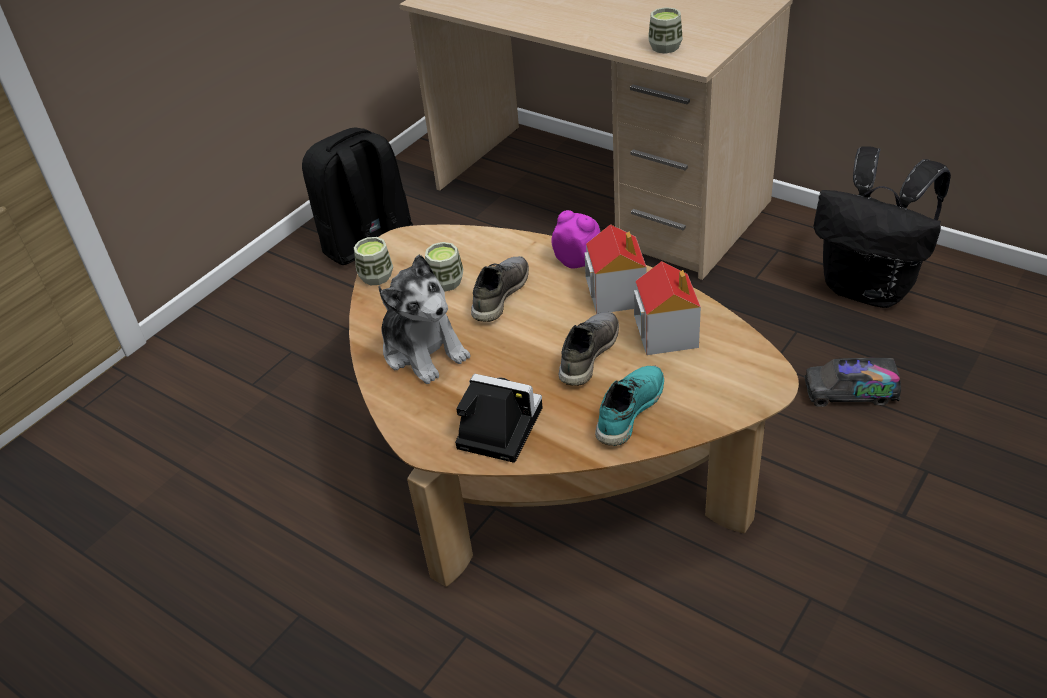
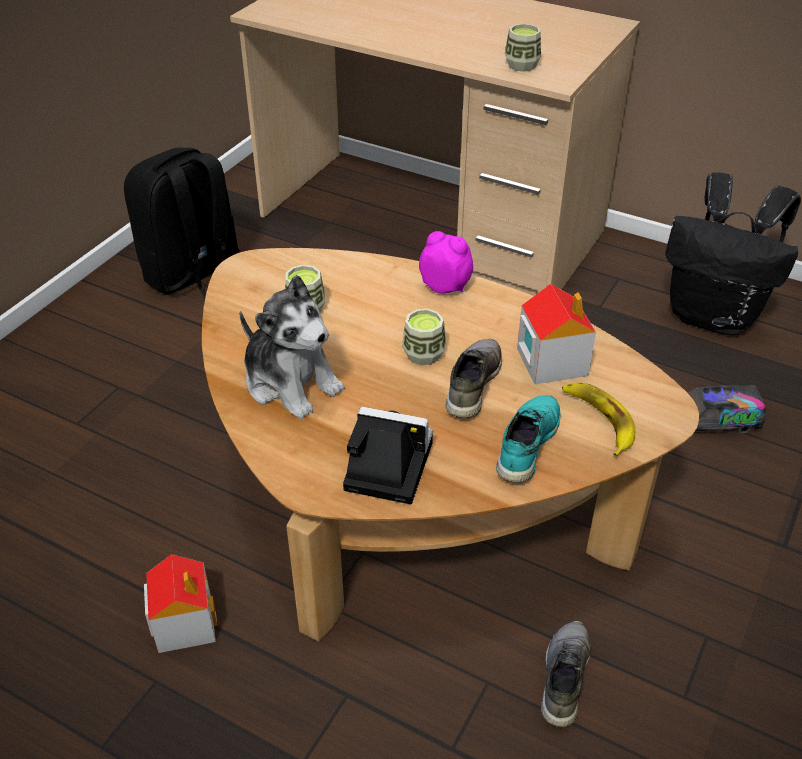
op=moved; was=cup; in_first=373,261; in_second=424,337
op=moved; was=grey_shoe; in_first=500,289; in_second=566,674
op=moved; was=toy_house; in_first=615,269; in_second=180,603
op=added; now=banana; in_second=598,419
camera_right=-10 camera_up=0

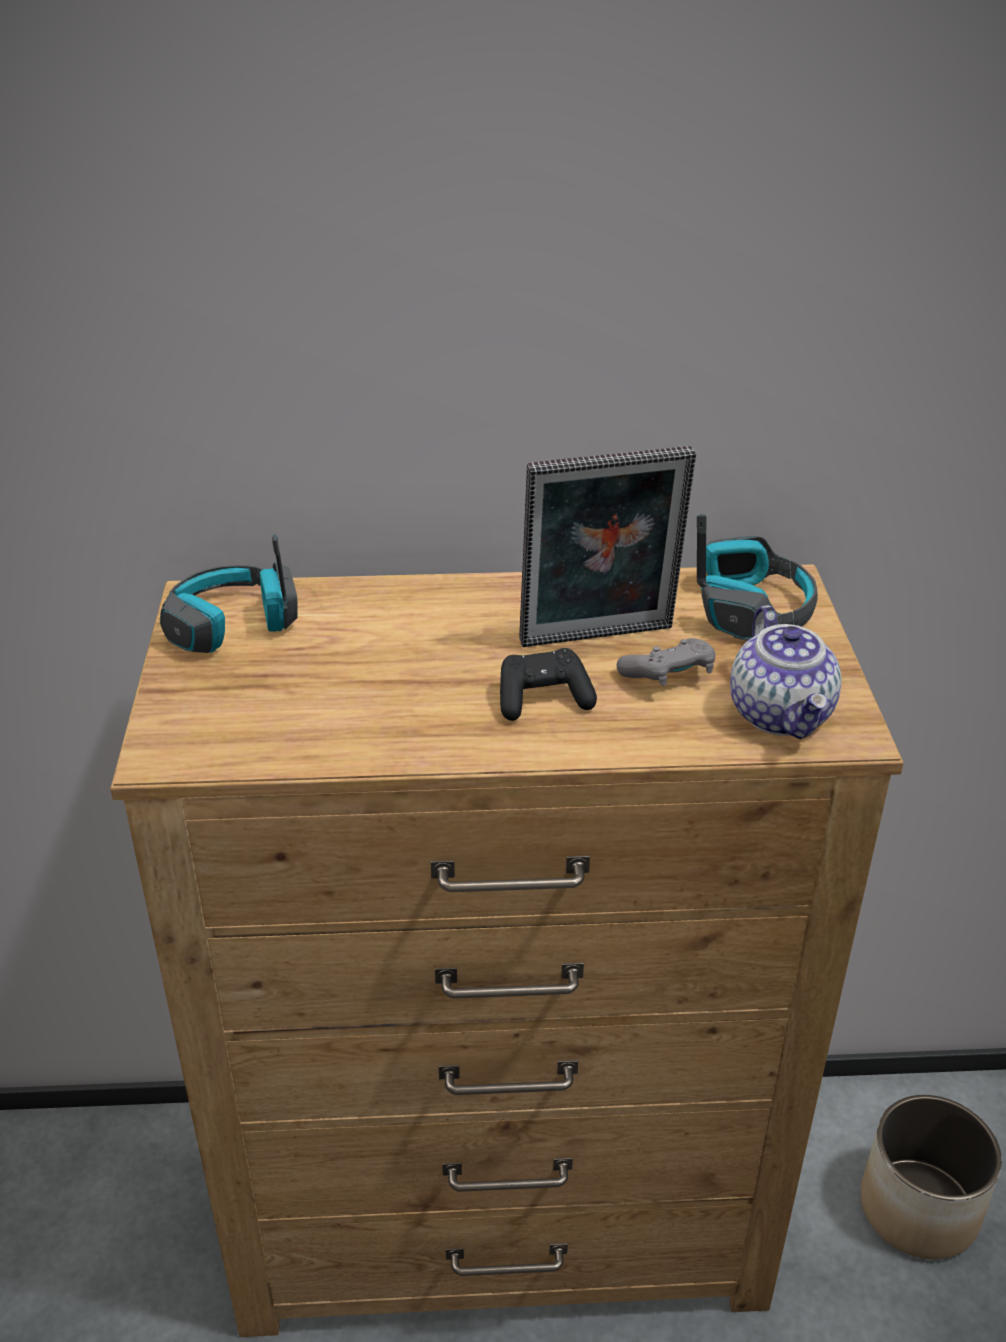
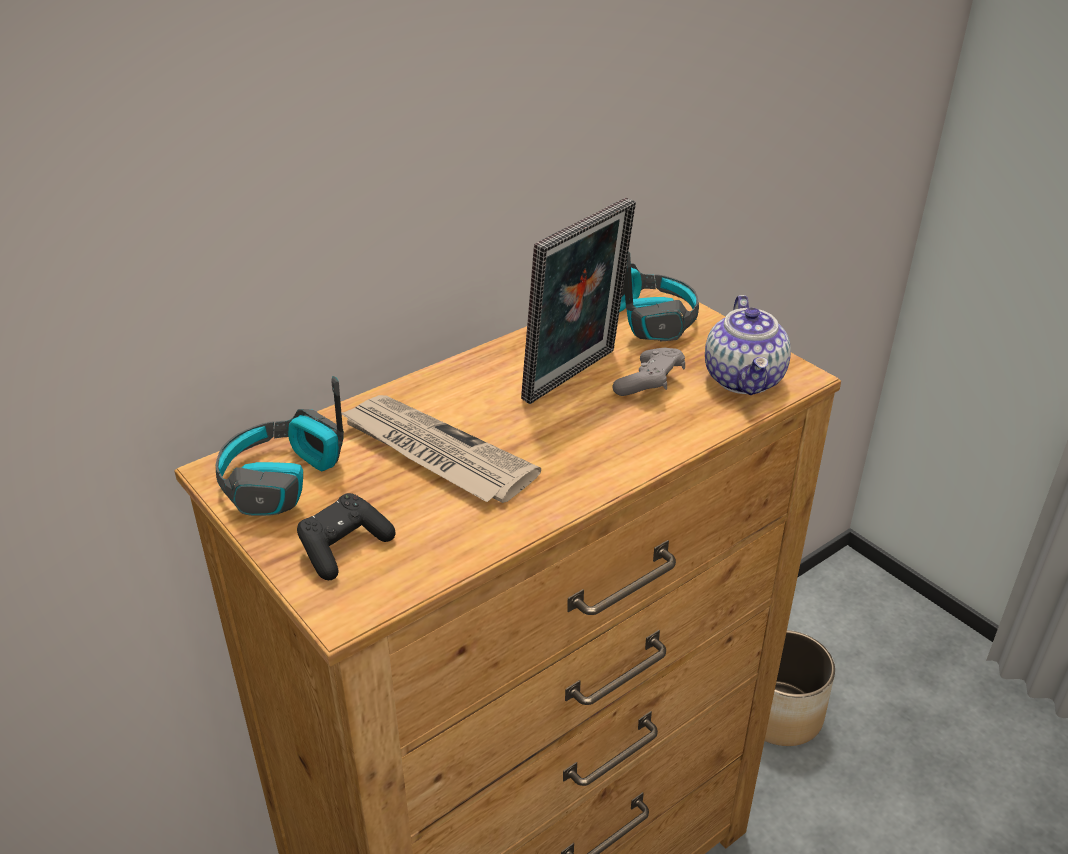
op=moved; was=black_game_controller; in_first=548,684; in_second=346,536
op=turned; was=teapot; in_first=786,672; in_second=748,345; clockwise=45
op=added; now=newspaper; in_second=441,449
camera_right=-35 camera_up=0

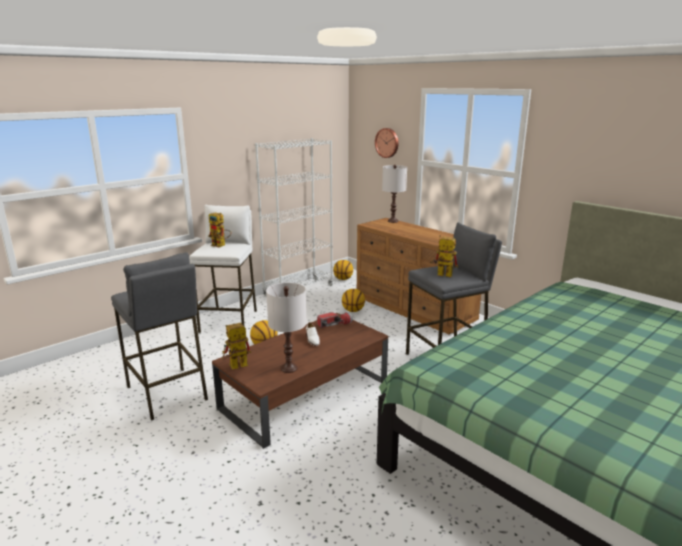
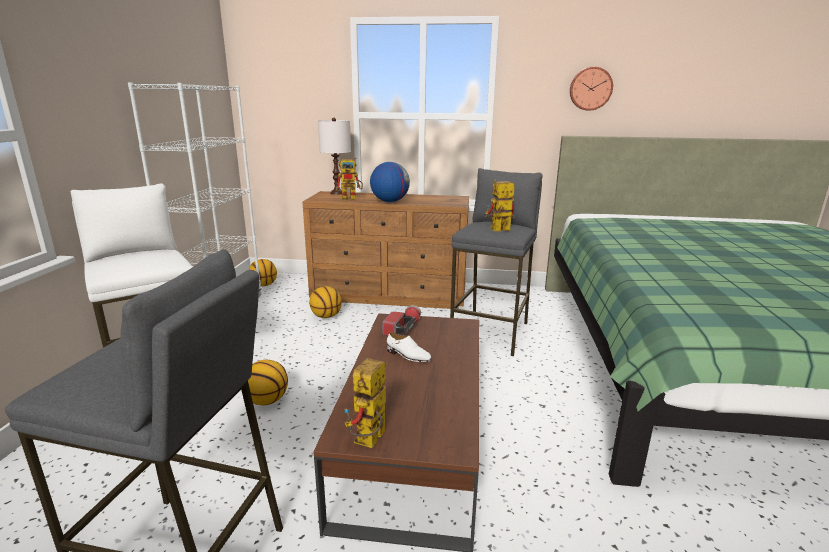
op=moved; was=toy_robot; in_first=220,230; in_second=349,179
op=removed; was=white_table_lamp; in_first=286,328
op=moved; was=wall_clock; in_first=387,143; in_second=591,89
op=added; now=globe; in_second=390,182
camera_right=-40 camera_up=0

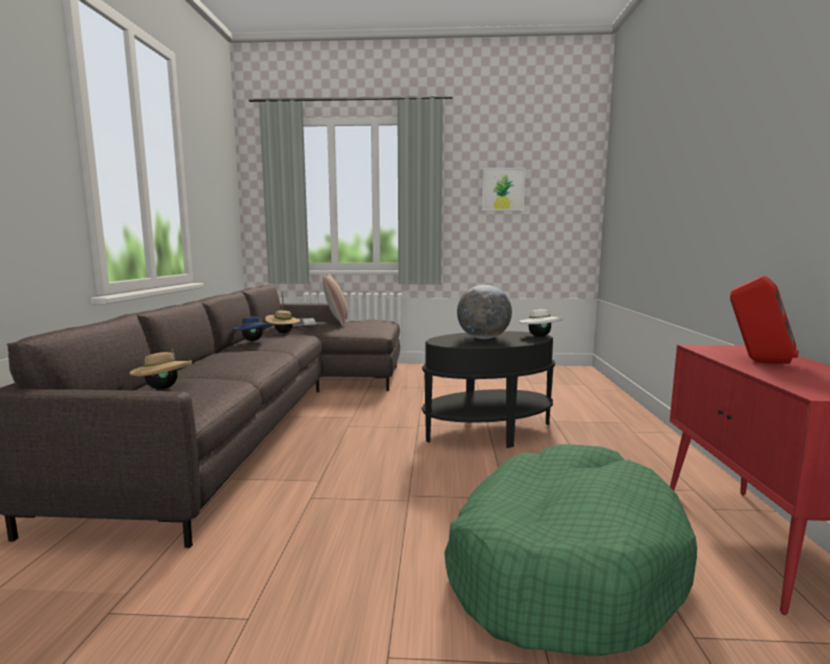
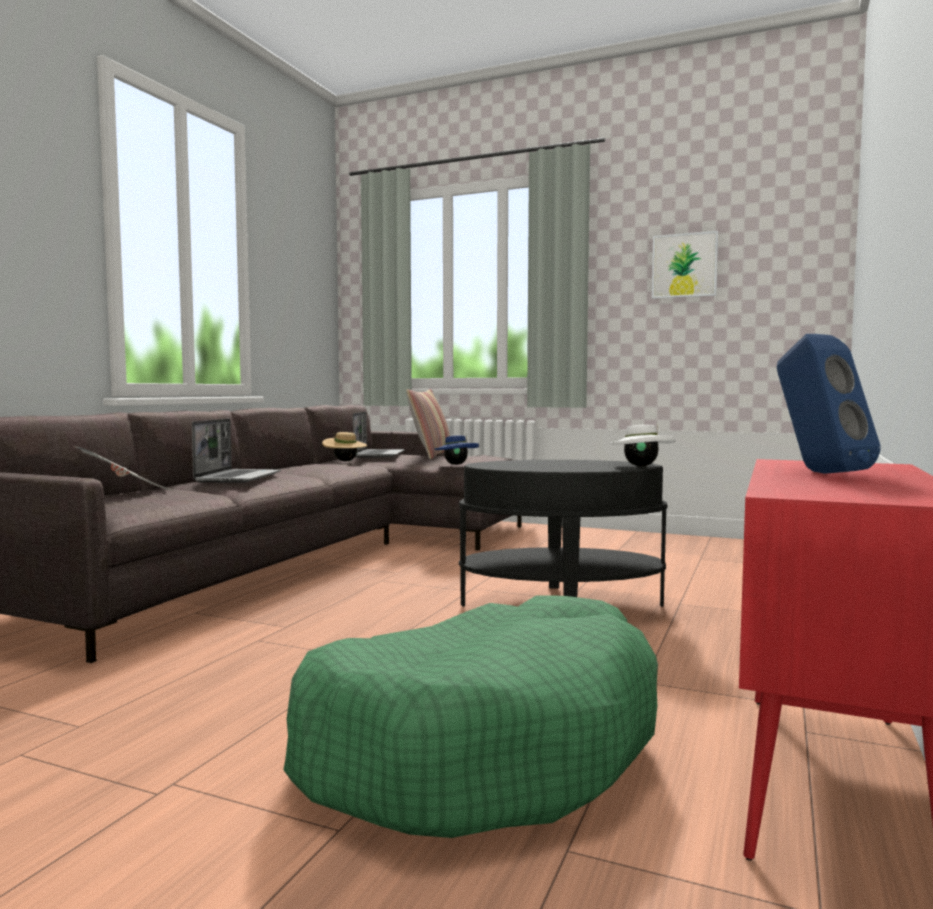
op=replaced; was=beige_hat; now=newspaper; in_first=160,369; in_second=124,468
op=moved; was=blue_hat; in_first=252,329; in_second=456,449
op=removed; was=globe; in_first=484,312
op=recoloured; was=red_speaker; now=blue_speaker; in_first=764,320; in_second=829,404
op=added; now=laptop; in_second=236,450
camera_right=20 camera_up=-5

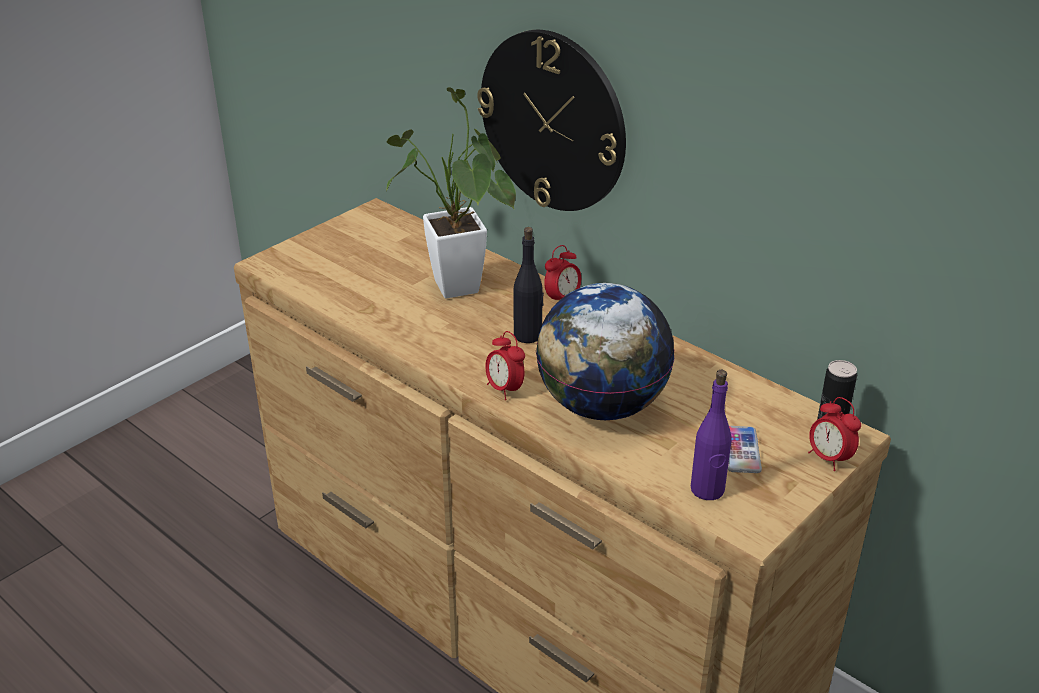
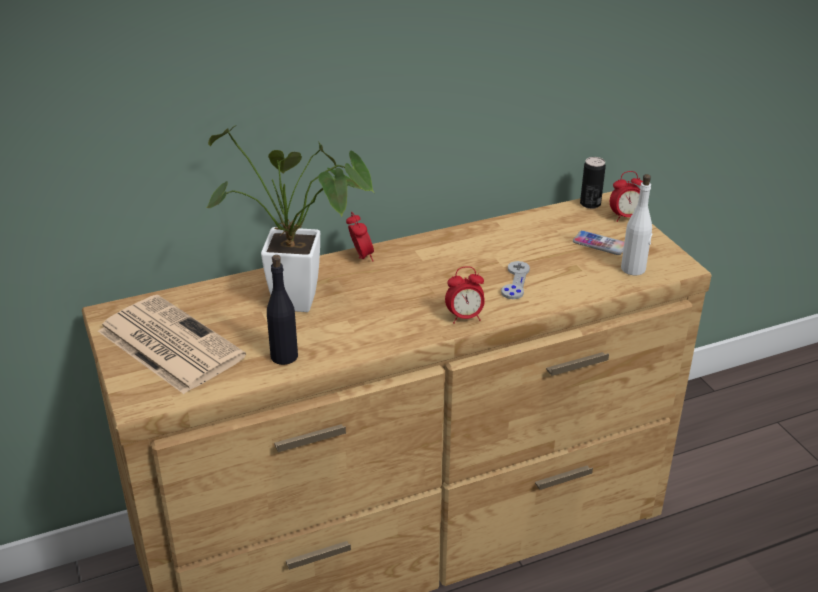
op=removed; was=wall_clock; in_first=551,120
op=moved; was=black_bottle; in_first=529,285; in_second=282,310
op=replaced; was=globe; now=grey_game_controller; in_first=605,351; in_second=515,280
op=recoloured; was=purple_bottle; now=white_bottle; in_first=711,435; in_second=636,225
op=added; now=newspaper; in_second=172,344
camera_right=-65 camera_up=0

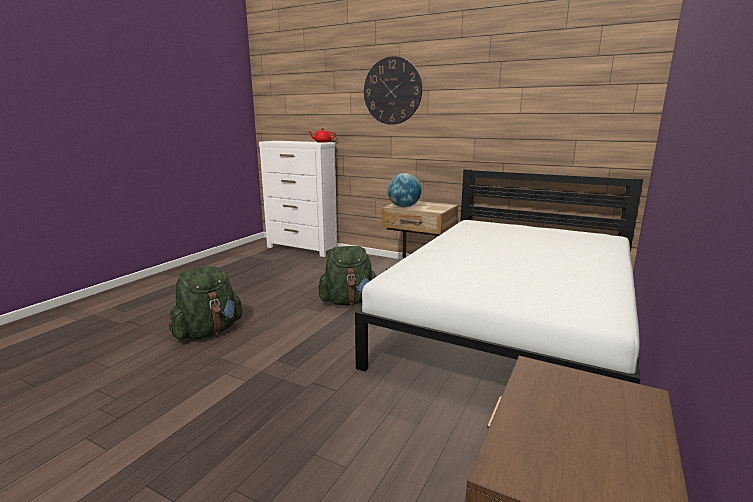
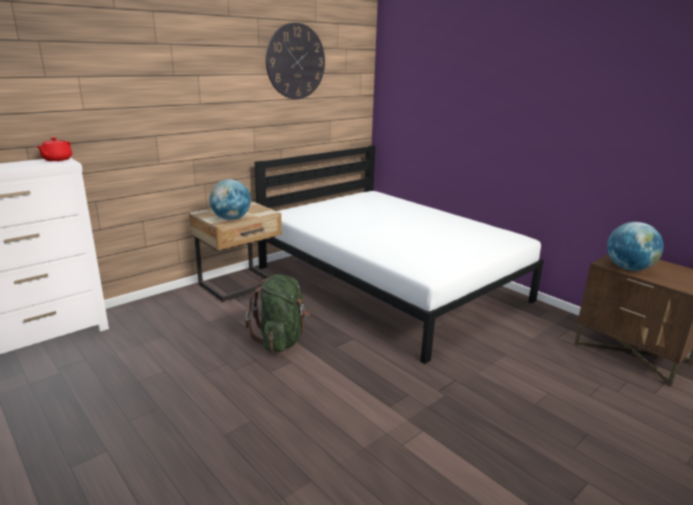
op=removed; was=green_backpack; in_first=206,302
op=moved; was=wall_clock; in_first=393,90; in_second=295,61
op=added; now=globe; in_second=635,246
camera_right=-70 camera_up=5

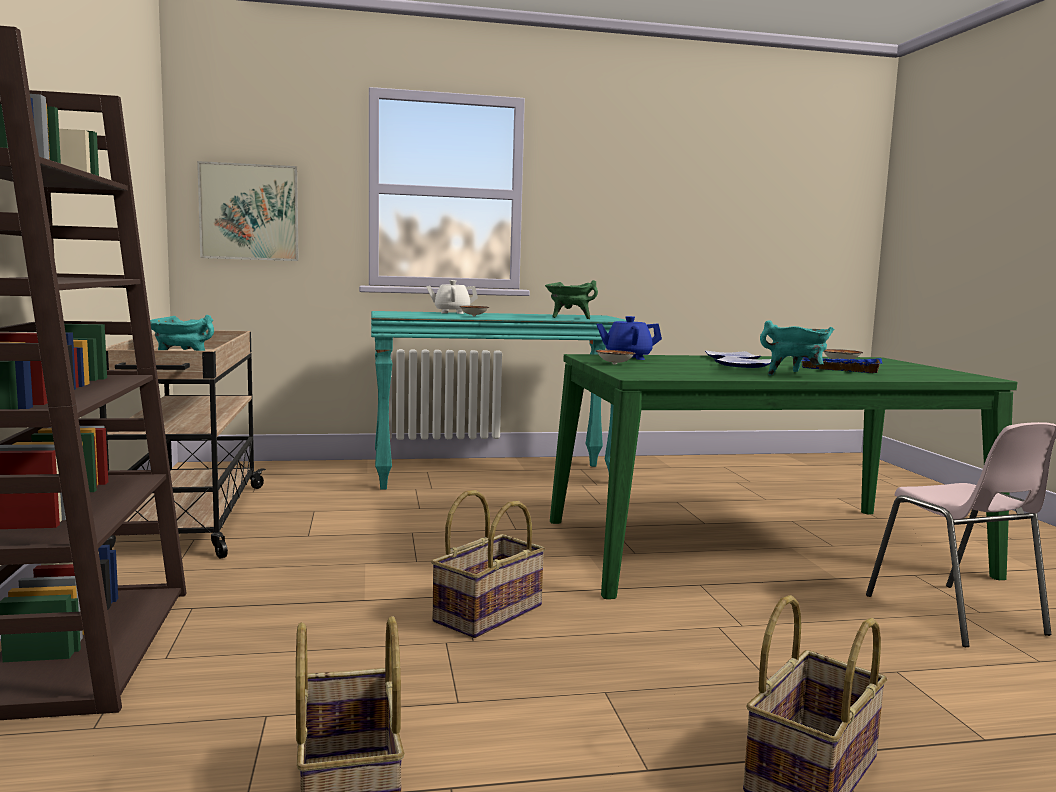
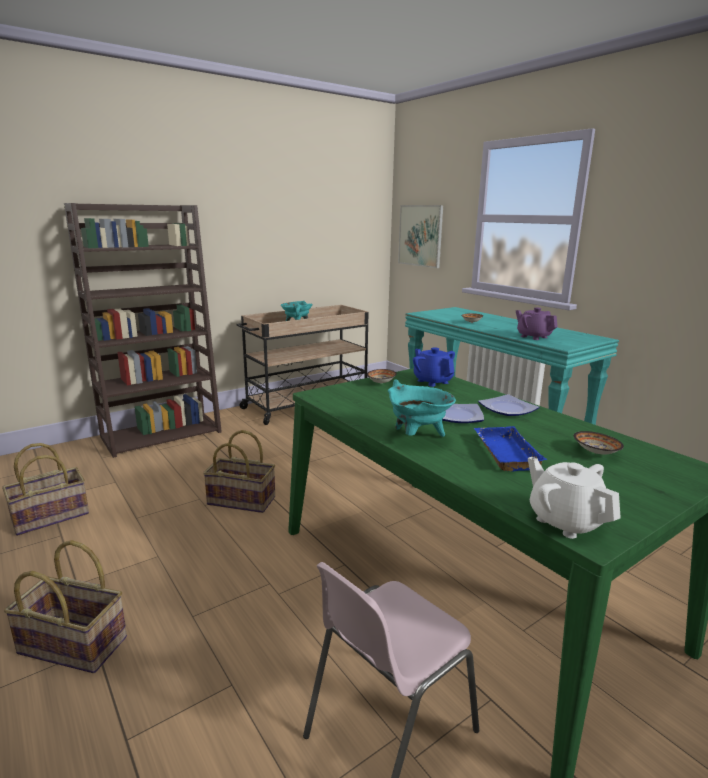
op=moved; was=white_teapot; in_first=452,297; in_second=574,498
op=replaced; was=green_cooking_pot; now=purple_teapot; in_first=571,299; in_second=537,324
camera_right=65 camera_up=10

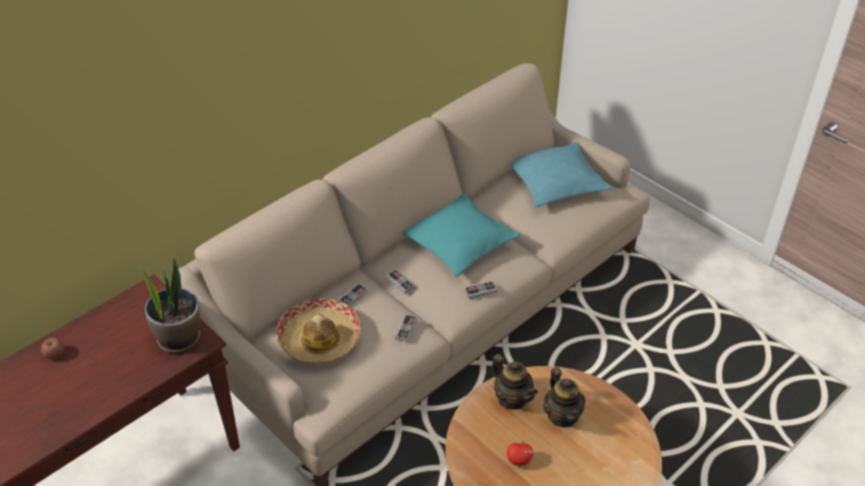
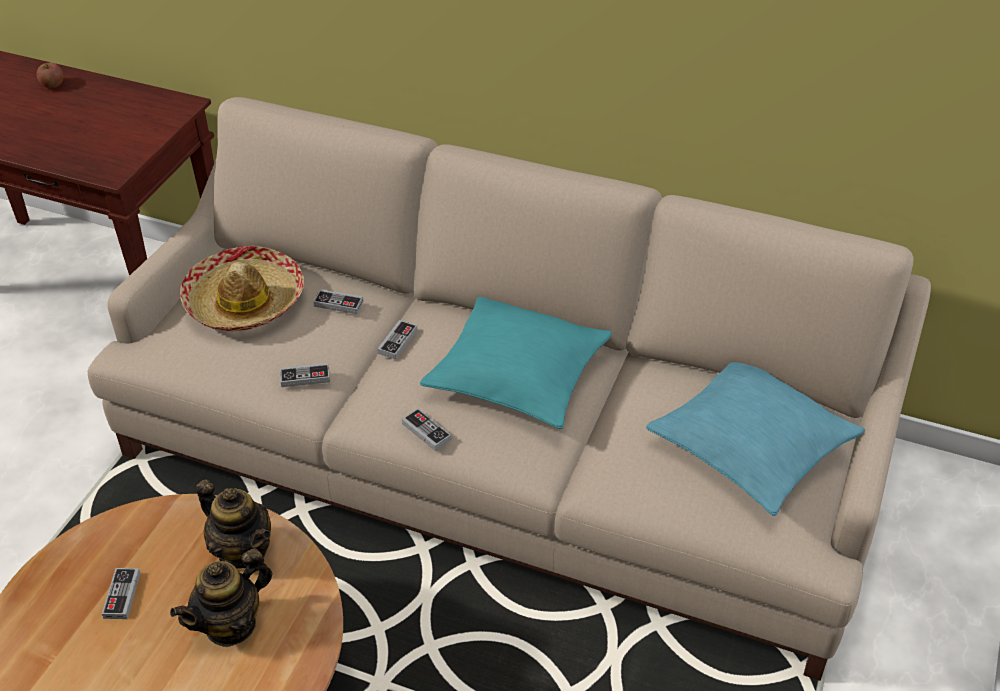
op=removed; was=potted_plant; in_first=169,304
op=turned; was=teapot; in_first=514,382; in_second=233,524; clockwise=-75
op=replaced; was=apple; now=game_controller; in_first=520,453; in_second=121,593
camera_right=65 camera_up=0

